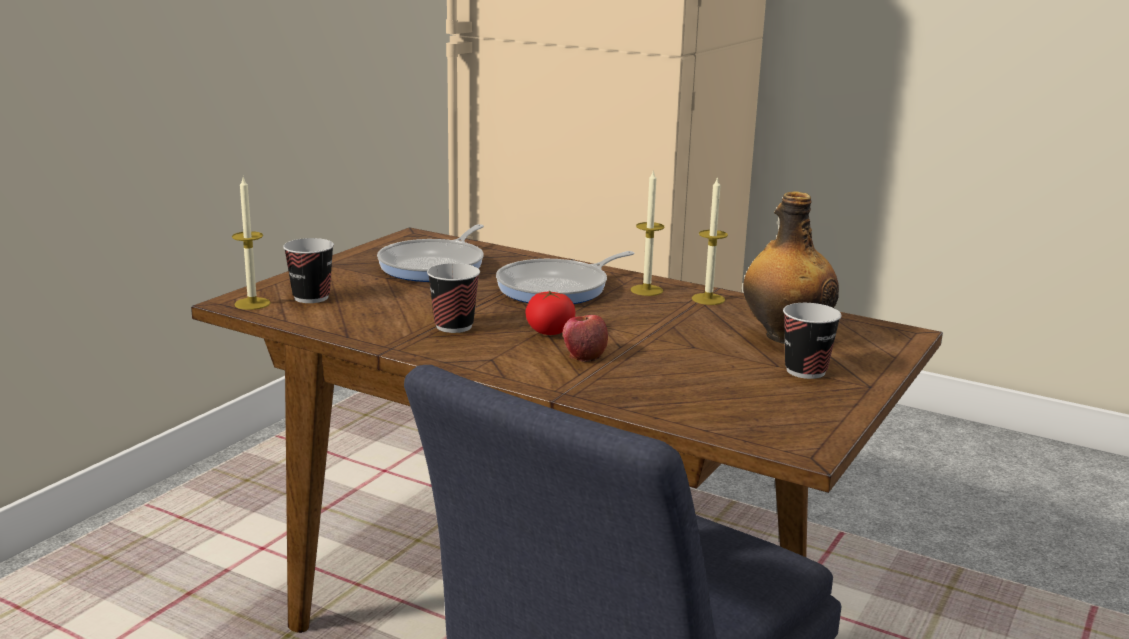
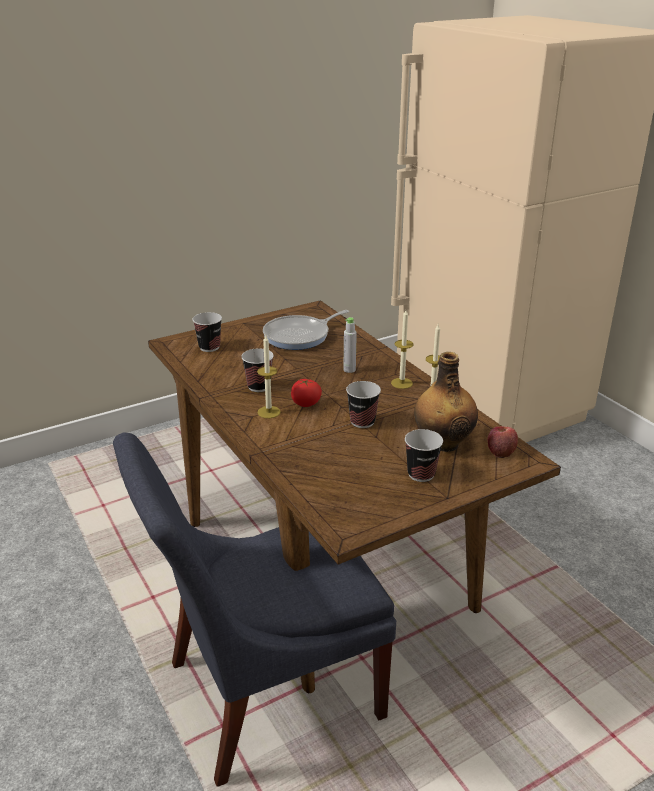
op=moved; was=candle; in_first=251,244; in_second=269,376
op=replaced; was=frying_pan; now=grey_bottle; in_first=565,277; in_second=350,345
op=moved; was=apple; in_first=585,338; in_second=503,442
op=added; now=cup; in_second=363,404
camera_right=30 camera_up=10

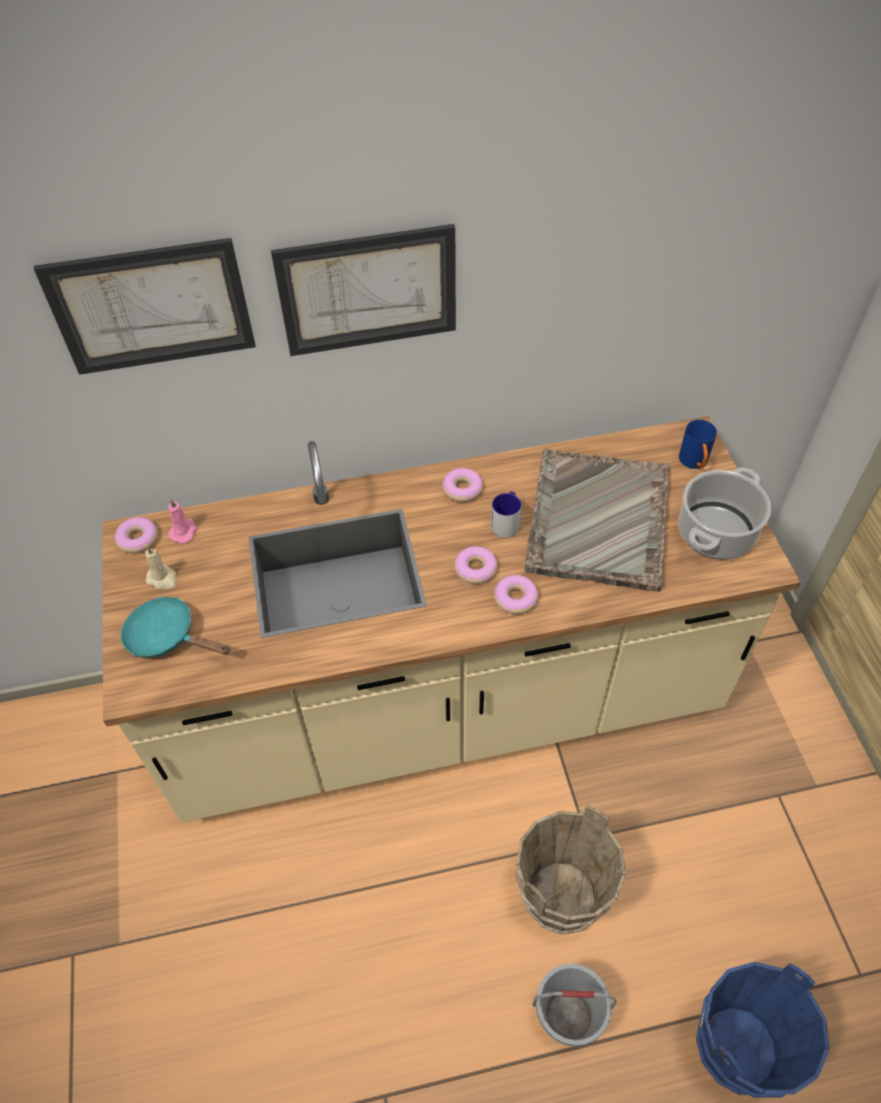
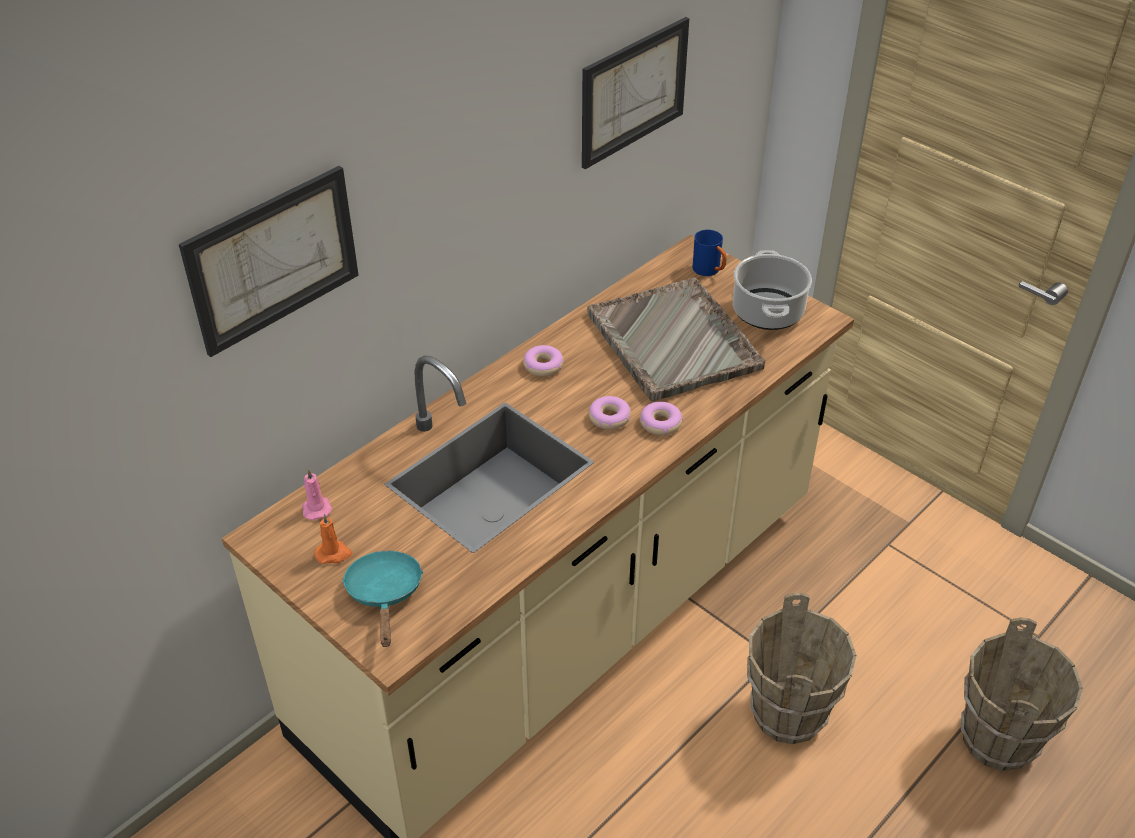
op=removed; was=donut; in_first=136,535
op=turned; was=turquoise_frying_pan; in_first=176,627; in_second=382,599; clockwise=90
op=recoloured; was=beige_candle; now=orange_candle; in_first=161,567; in_second=333,538
op=moved; was=picture; in_first=363,290; in_second=635,93
op=removed; was=mug; in_first=506,515
op=removed; was=grey_bucket; in_first=574,1005
op=recoloured; was=blue_bucket; now=brown_bucket; in_first=763,1030; in_second=1022,694
camera_right=-35 camera_up=-10

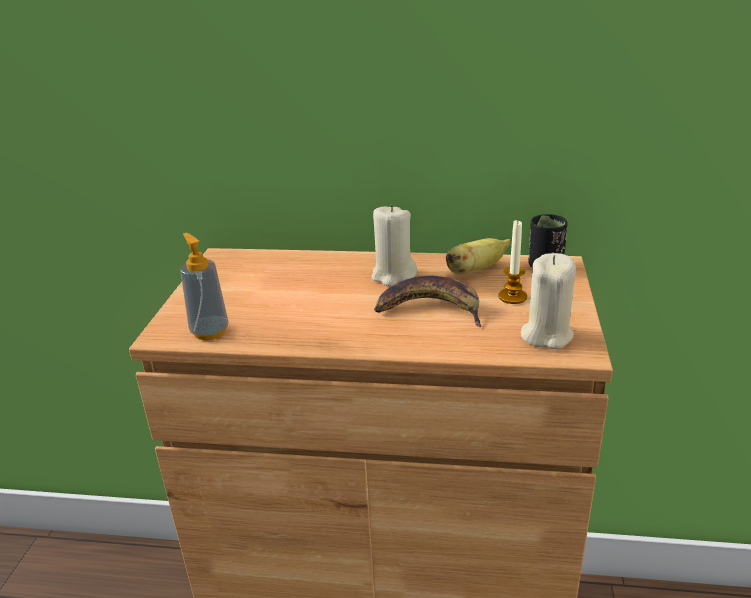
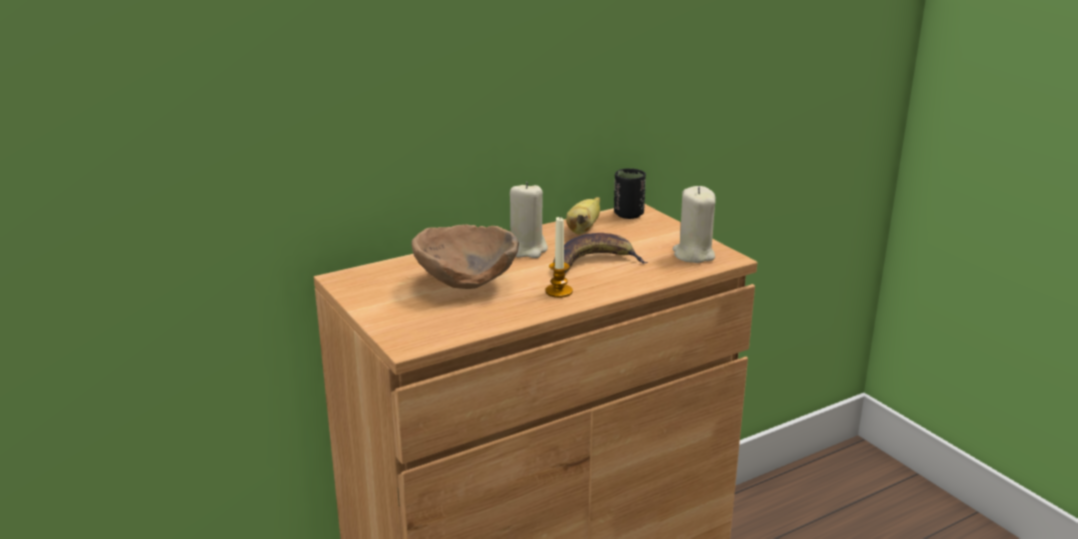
op=removed; was=soap_dispenser; in_first=204,286
op=moved; was=candle; in_first=512,262; in_second=559,257
op=added; now=brown_bowl; in_second=465,257
camera_right=-40 camera_up=-5

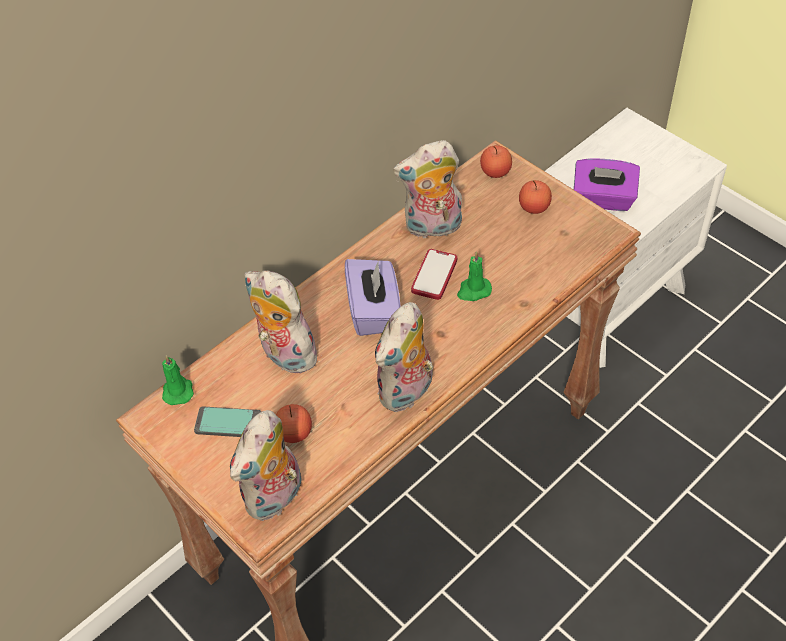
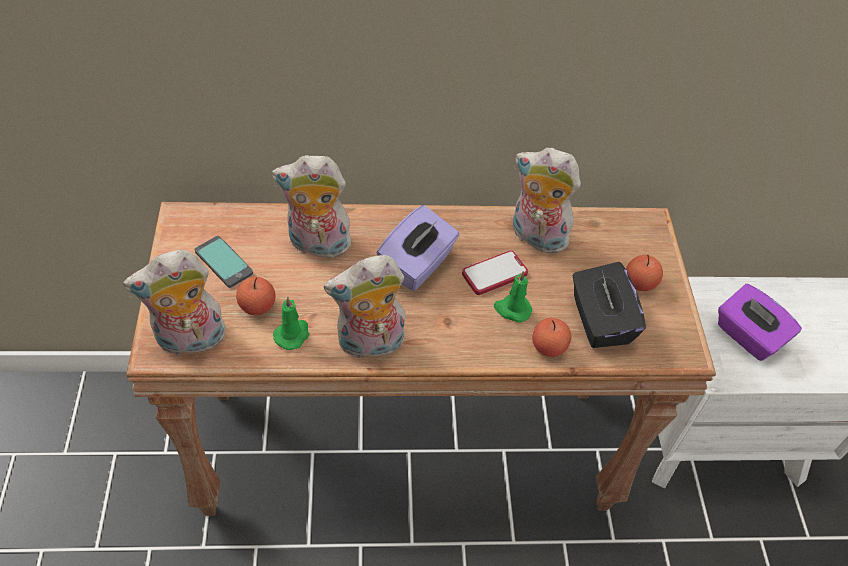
op=moved; was=green_candle; in_first=178,380; in_second=291,323
op=turned; was=plush_toy; in_first=283,321; in_second=313,207; clockwise=-75
op=moved; was=apple; in_first=496,161; in_second=551,337
op=added; now=black_tissue_box; in_second=609,305
camera_right=35 camera_up=0

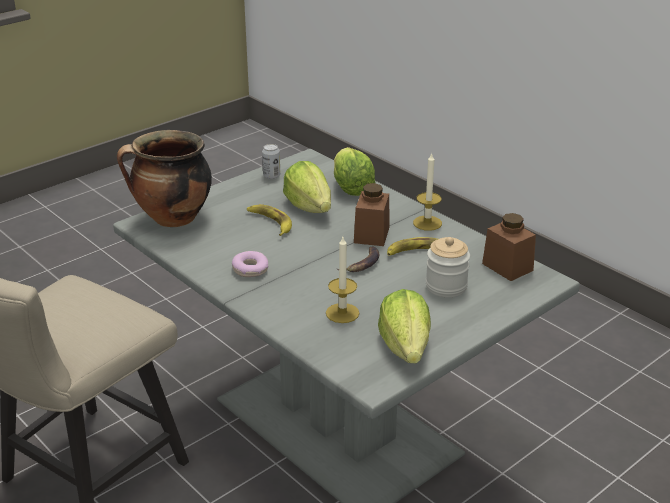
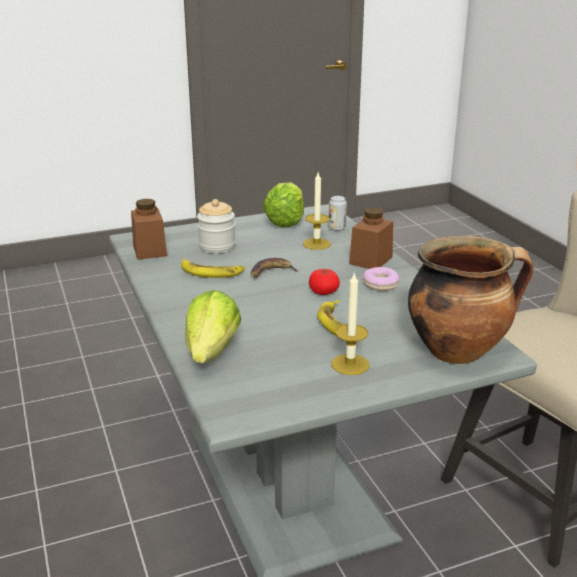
op=moved; was=can; in_first=271,161; in_second=338,213
op=removed; was=lettuce; in_first=307,187
op=moved; was=brown_jar; in_first=372,214; in_second=371,238
op=moved; was=candle; in_first=427,191; in_second=350,323
op=added; now=tomato; in_second=324,282
camera_right=-160 camera_up=-5

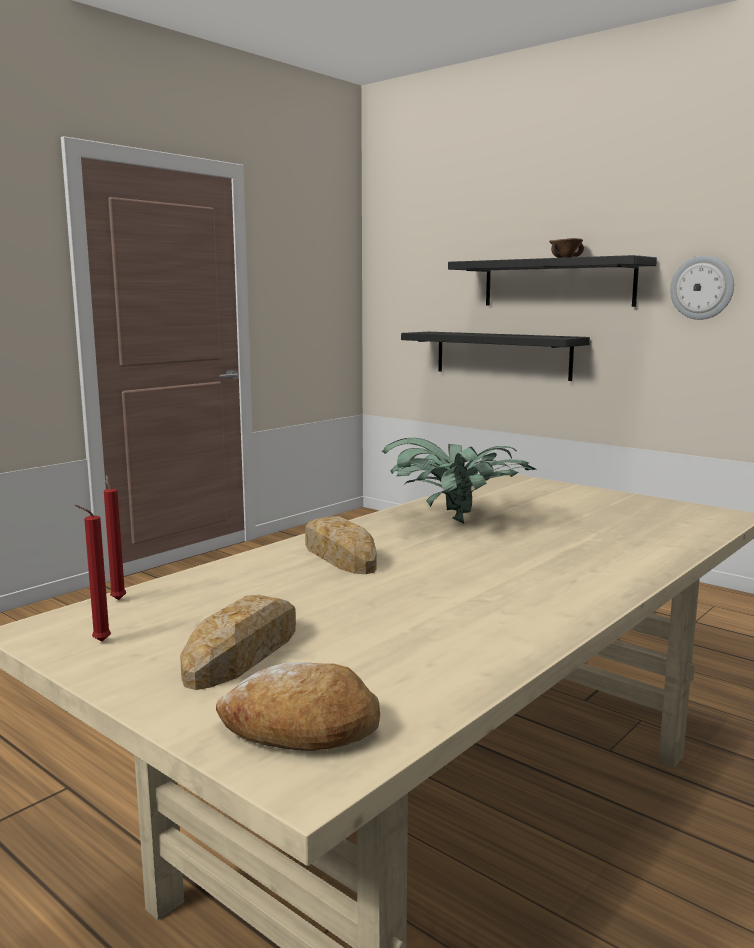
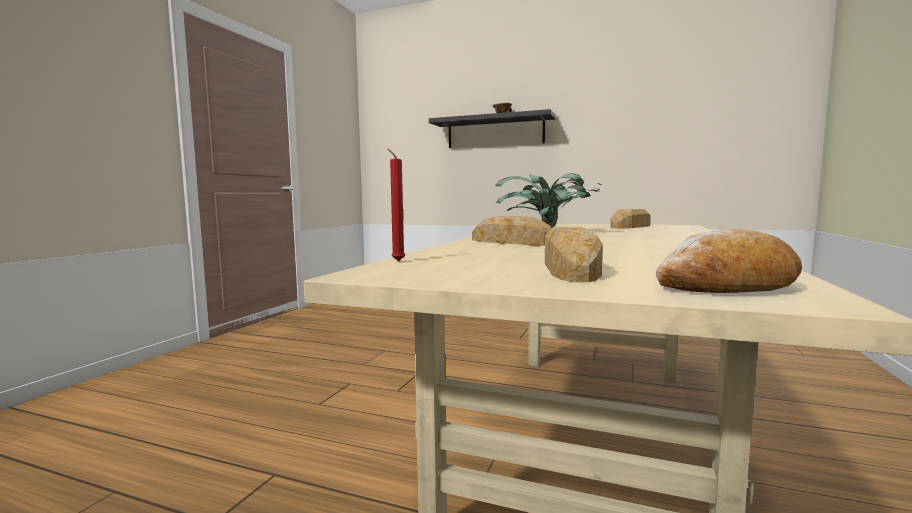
op=removed; was=red_candle; in_first=93,573
op=removed; was=black_shelf; in_first=495,356
op=removed; was=wall_clock; in_first=702,287
op=added; now=bread; in_second=631,219
camera_right=-20 camera_up=-5

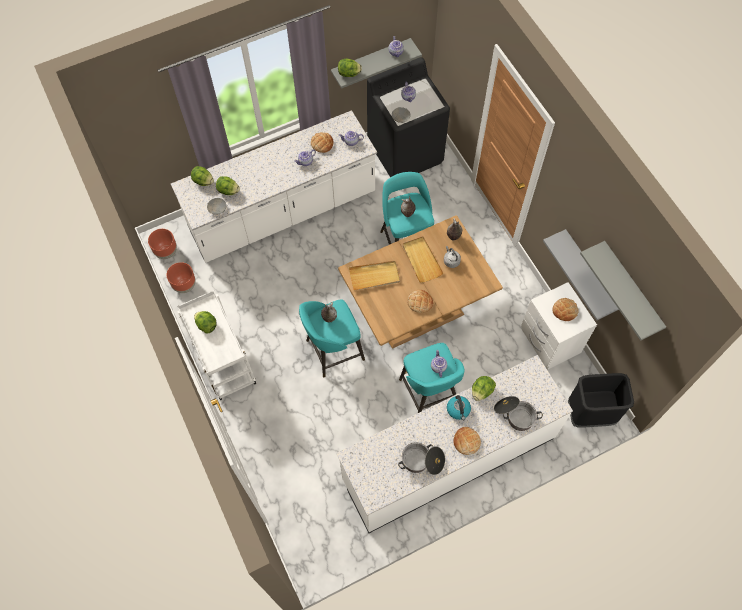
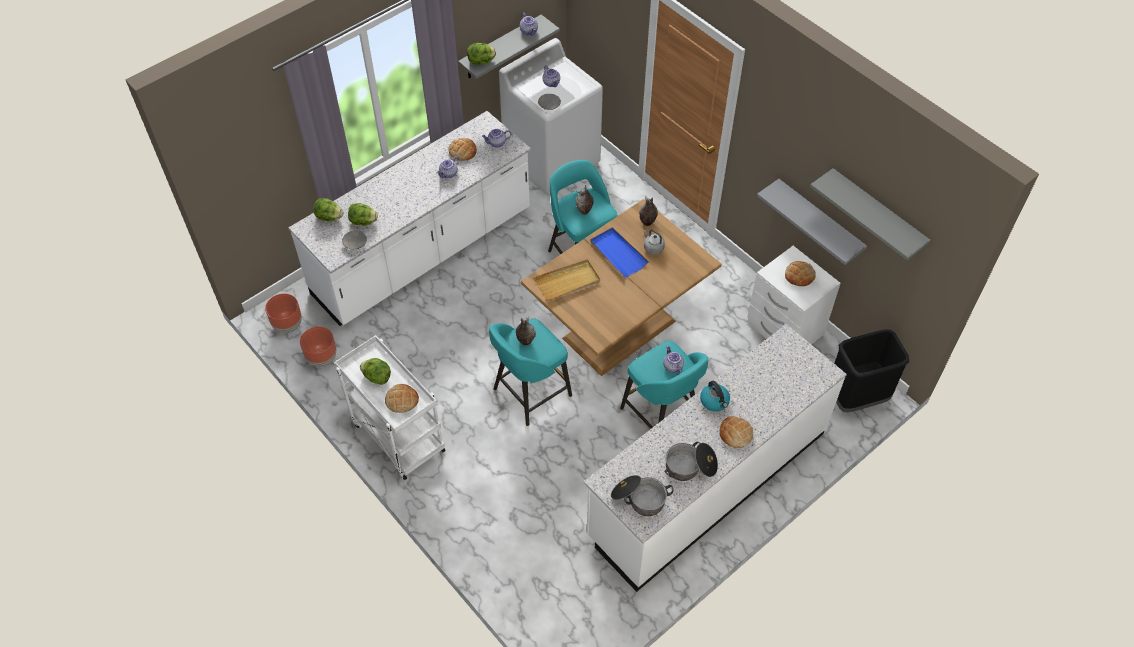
op=recoloured; was=black_washing_machine; now=white_washing_machine; in_first=408,117; in_second=551,117
op=recoloured; was=beige_tray; now=blue_tray; in_first=423,259; in_second=619,252
op=moved; was=bread; in_first=420,301; in_second=402,398
op=removed; was=lettuce; in_first=484,388
op=moved; was=cooking_pot; in_first=518,413; in_second=642,495
camera_right=-15 camera_up=-10

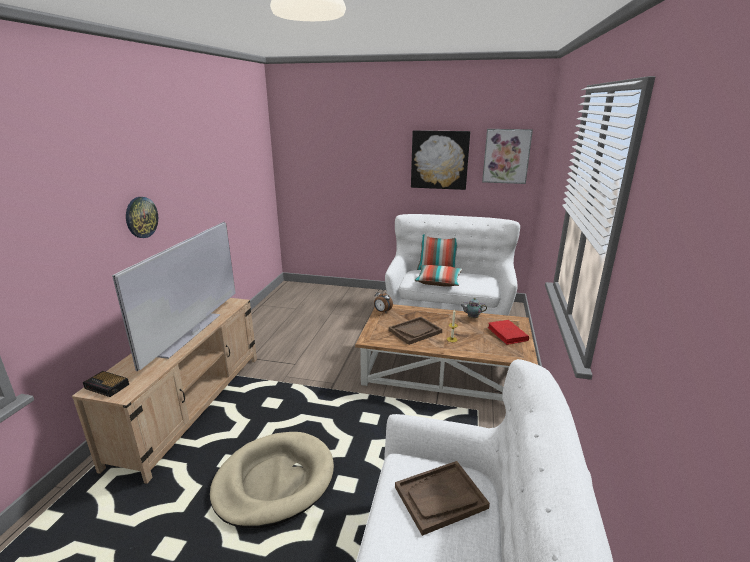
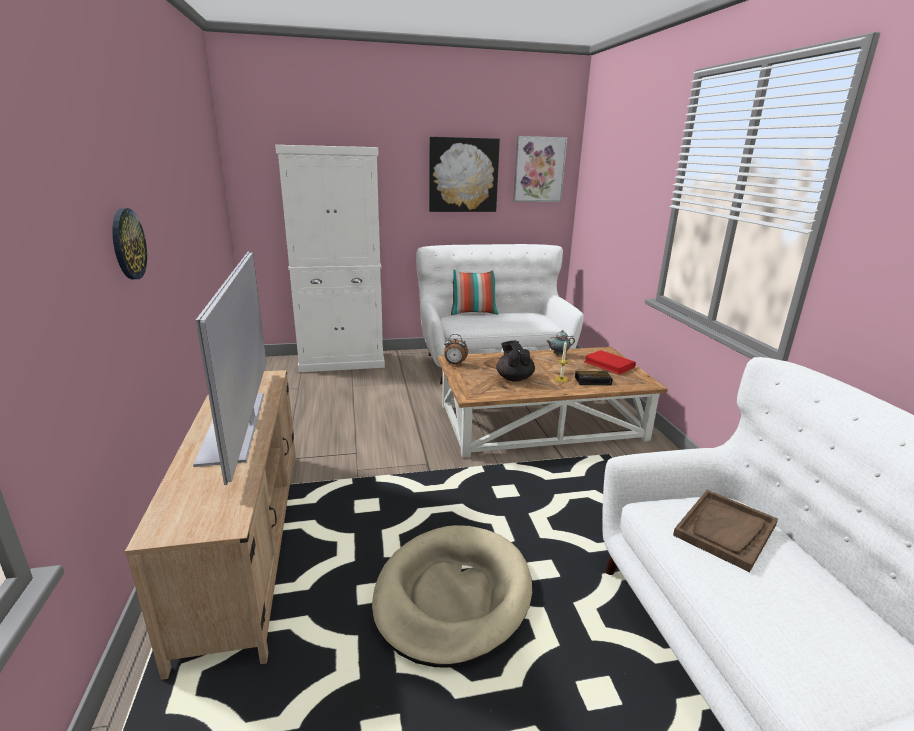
op=moved; was=alarm_clock; in_first=106,384; in_second=594,378
op=replaced; was=brown_tray; now=black_teapot; in_first=415,331; in_second=515,361
op=removed; was=pillow; in_first=438,276
op=added; now=white_cabinet; in_second=330,258
camera_right=-25 camera_up=0

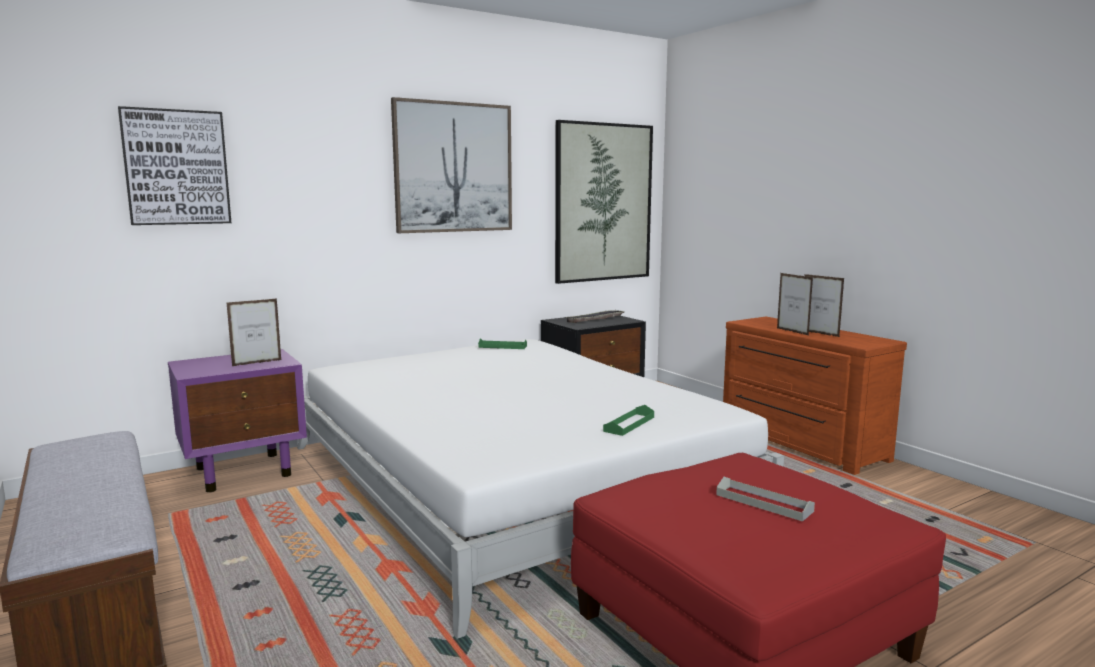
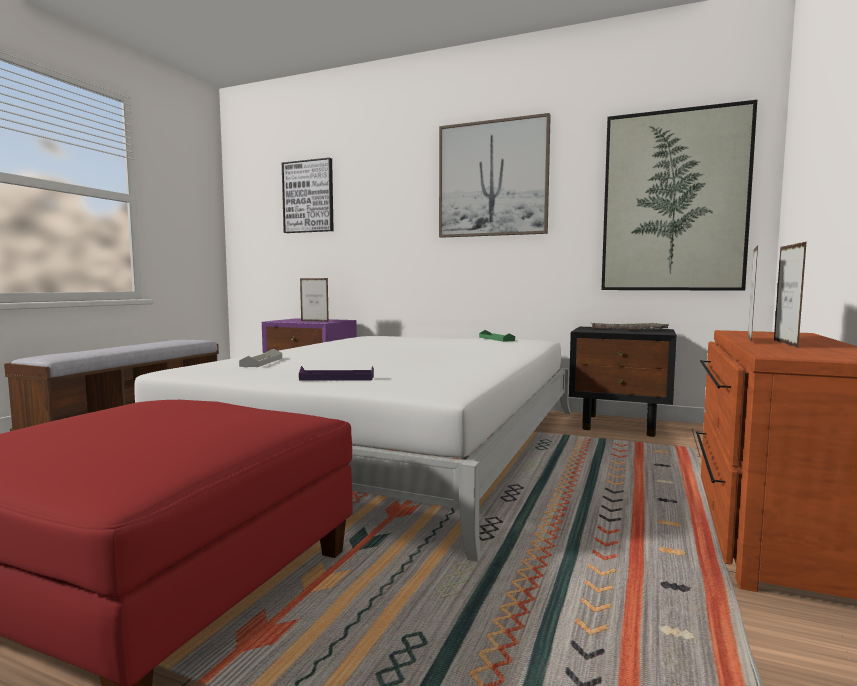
op=recoloured; was=green_tray; now=purple_tray; in_first=628,420; in_second=336,373
op=moved; was=grey_tray; in_first=765,499; in_second=260,357
camera_right=55 camera_up=-5

